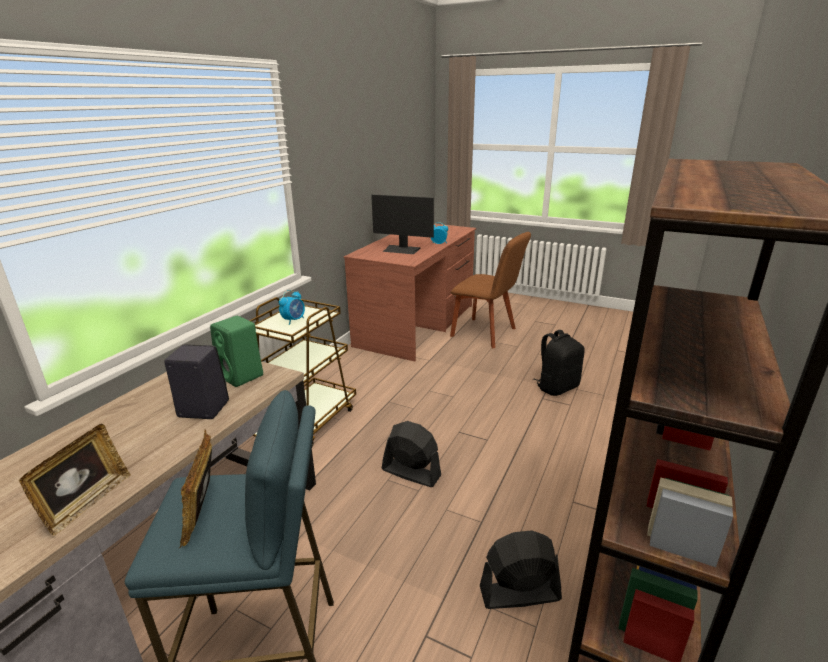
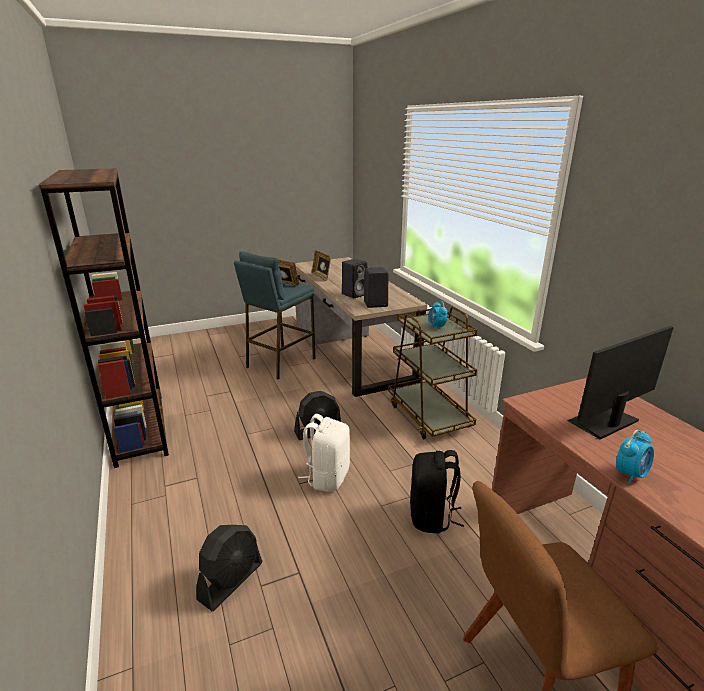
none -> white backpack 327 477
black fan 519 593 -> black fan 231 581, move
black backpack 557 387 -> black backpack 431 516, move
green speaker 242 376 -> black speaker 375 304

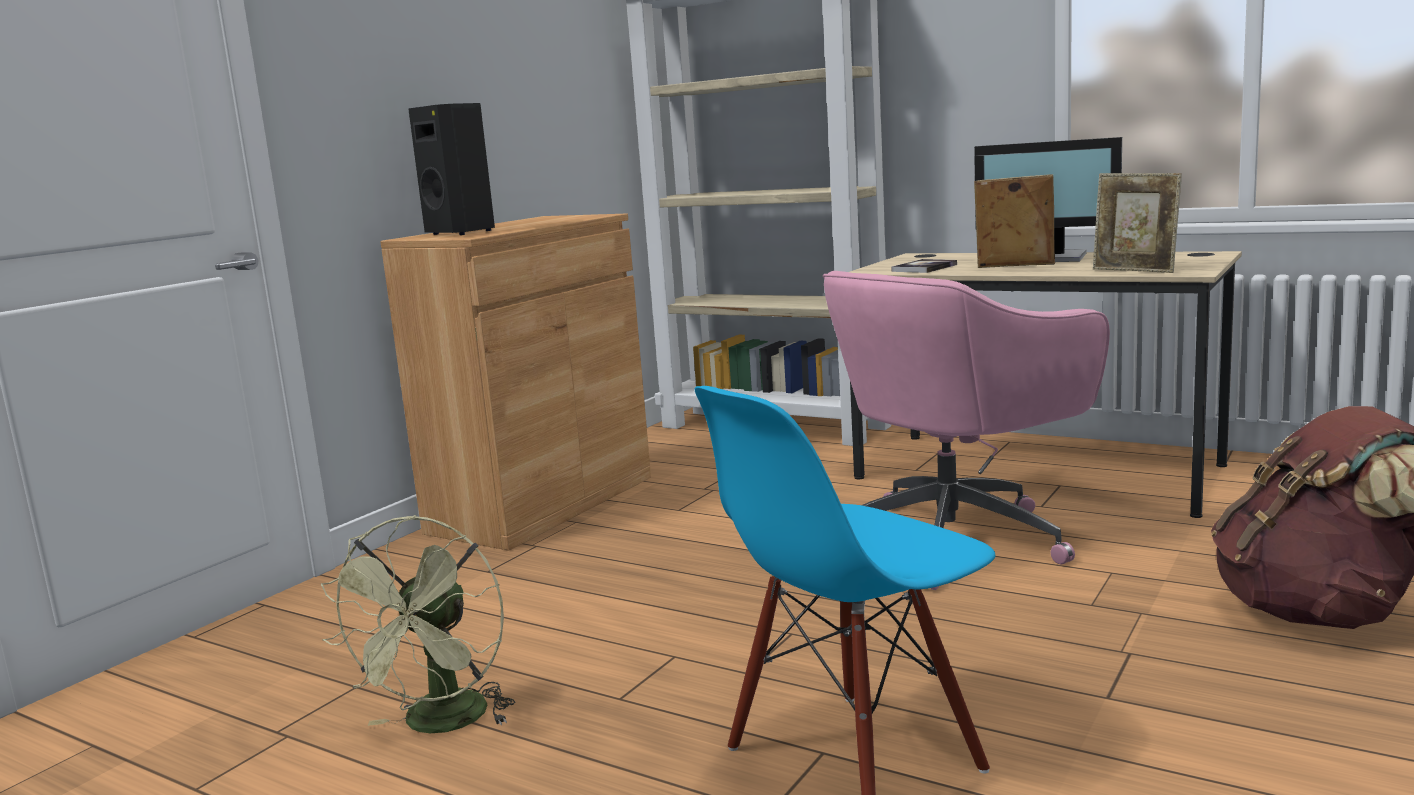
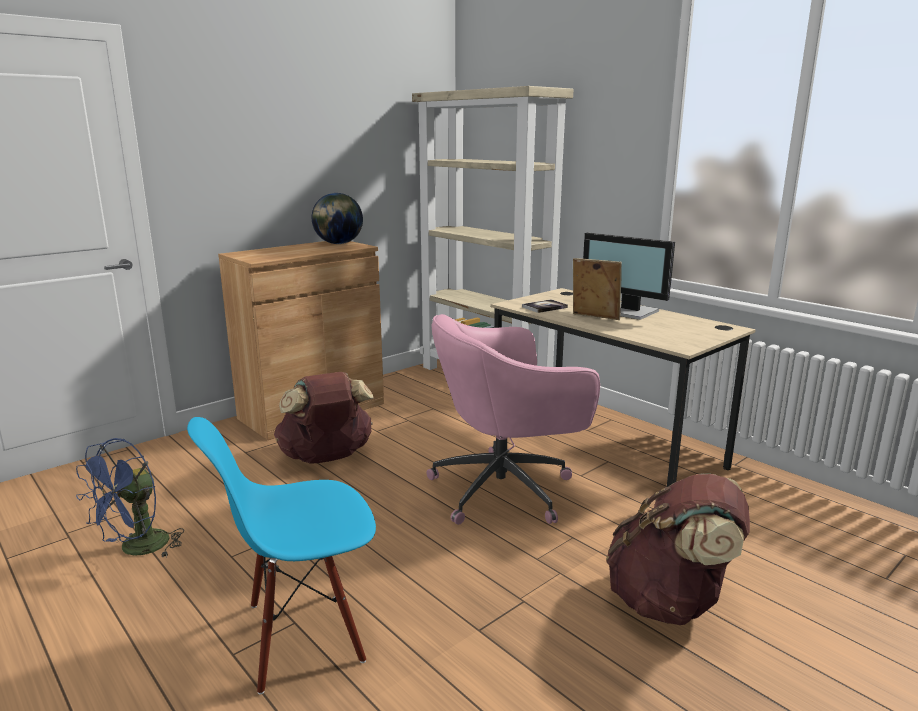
black speaker 463 232 -> none
picture frame 1134 271 -> none
none -> brown backpack 327 458
none -> globe 338 244
green fan 440 725 -> blue fan 137 549

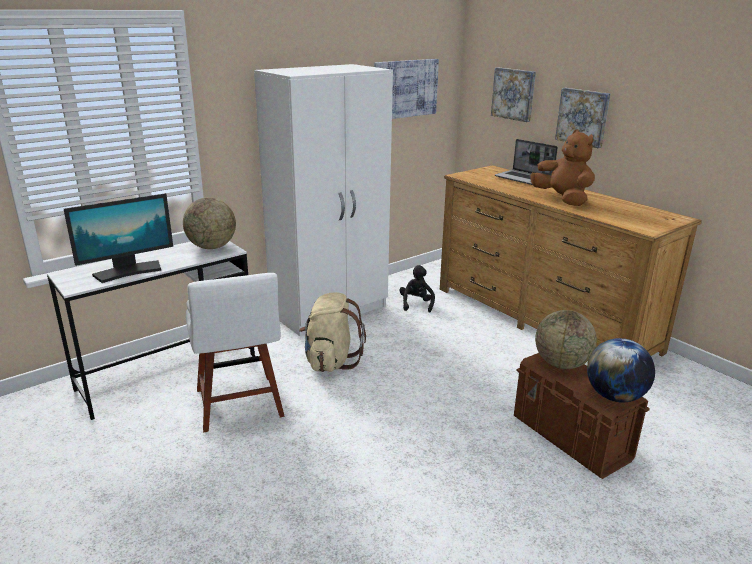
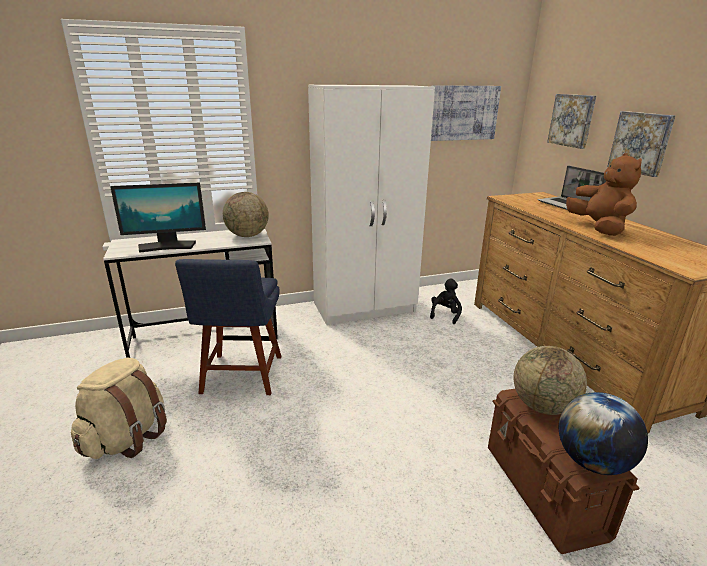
beige backpack 330 361 -> beige backpack 127 438, move
white chair 240 406 -> blue chair 241 377

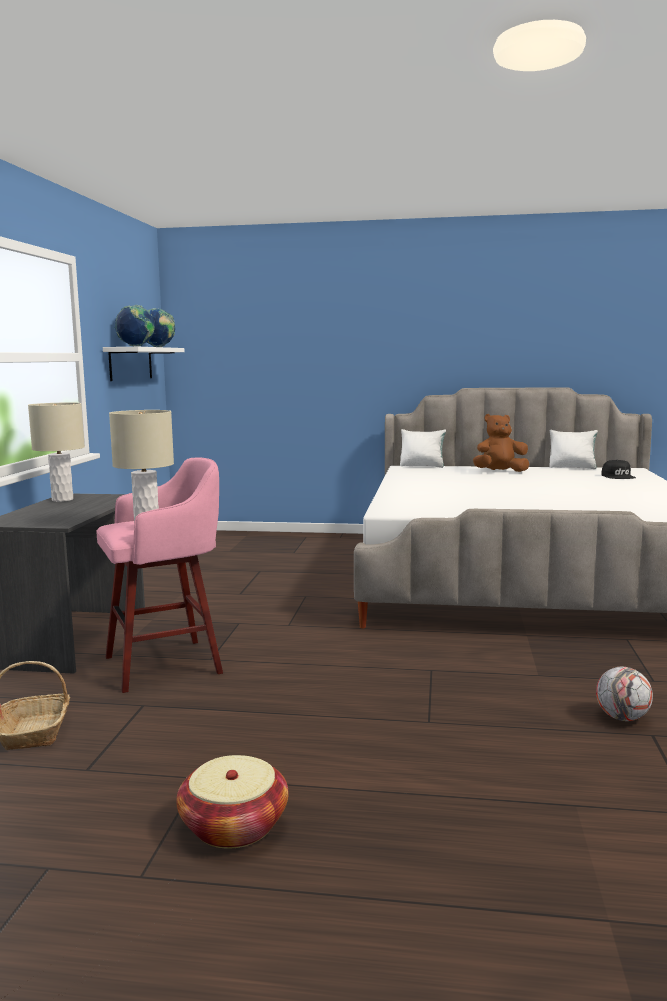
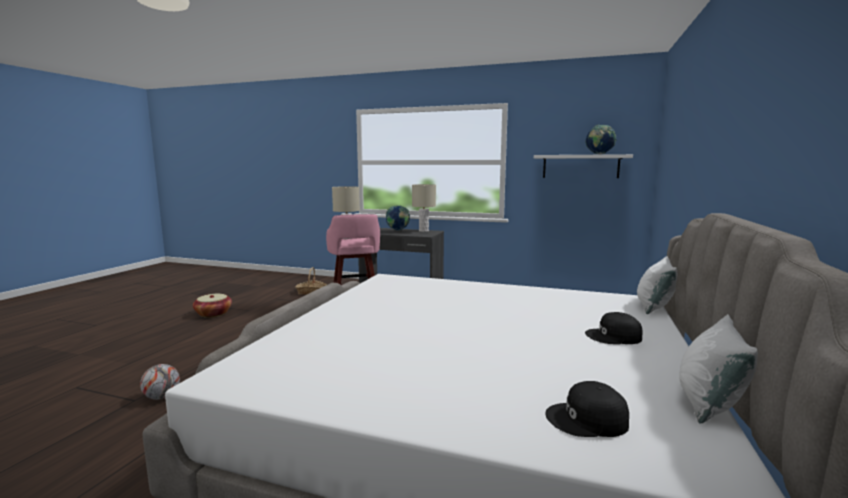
globe 136 346 -> globe 398 230, move
brown plush toy 500 472 -> black cap 614 336

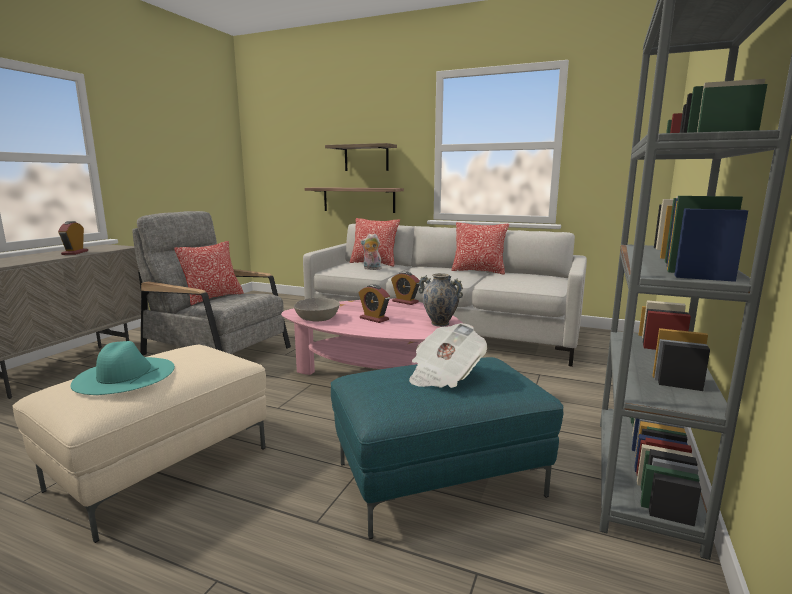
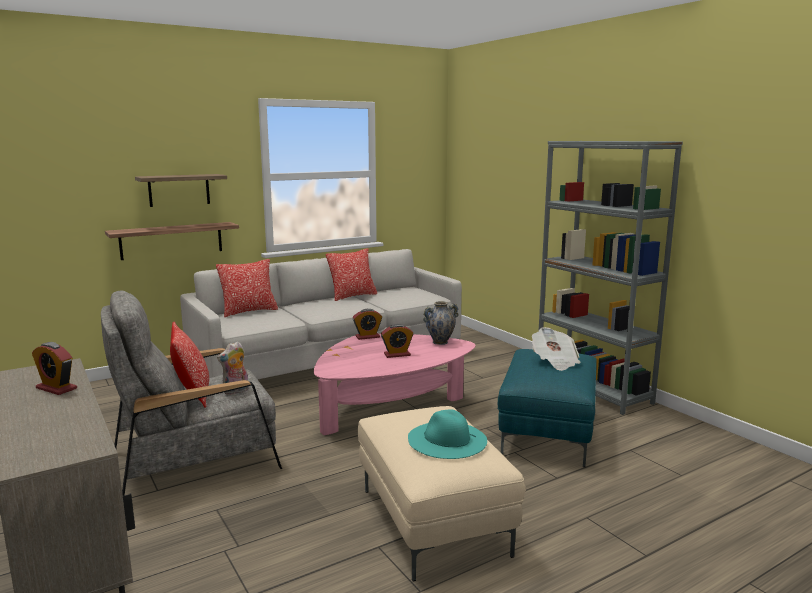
grey bowl 317 318 -> none
plush toy 371 269 -> plush toy 236 391, move

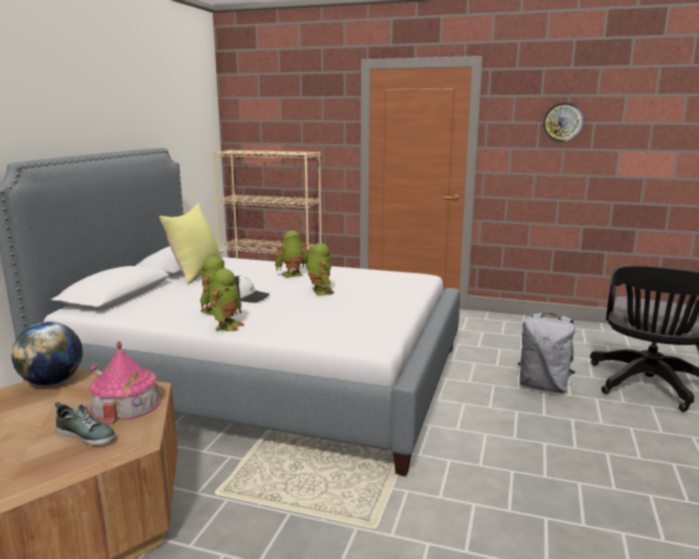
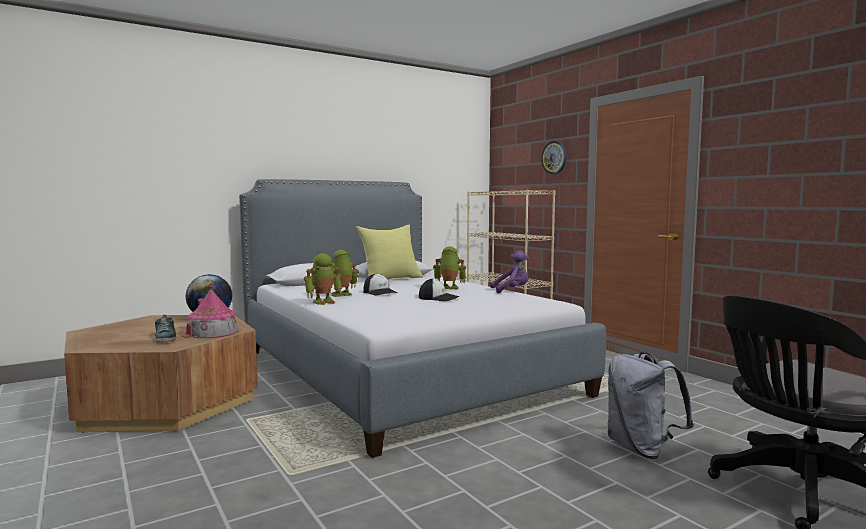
none -> purple plush toy 511 291
wall clock 562 122 -> wall clock 554 157, move
toy robot 320 292 -> cap 439 298

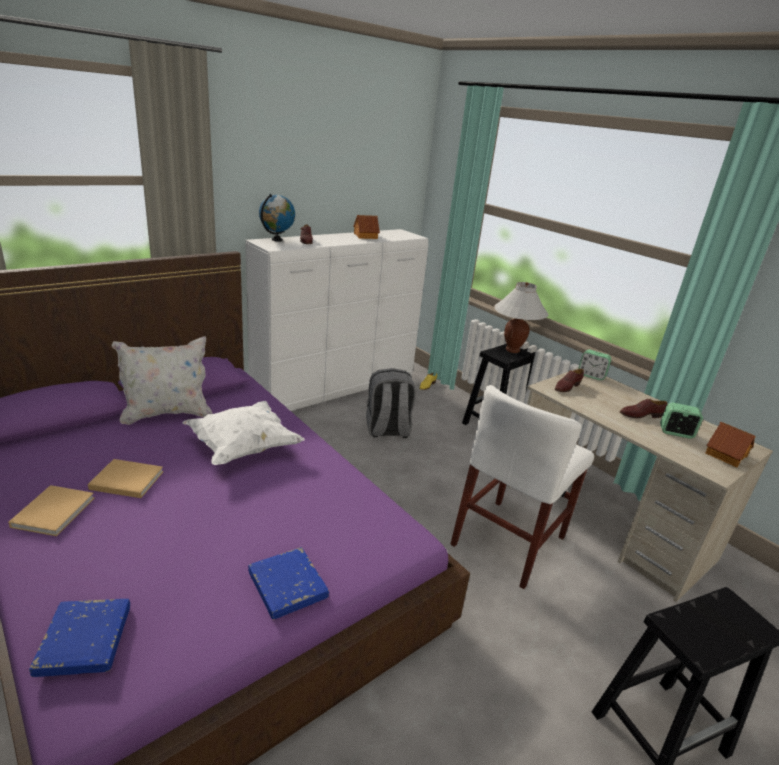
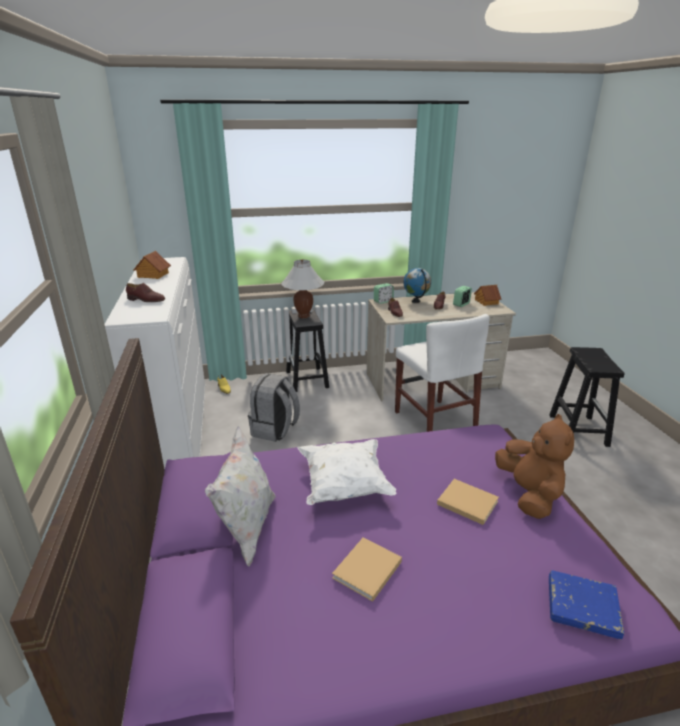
beige book 55 511 -> beige book 465 502, move
globe 277 240 -> globe 416 301, move
blue book 287 585 -> brown plush toy 529 494

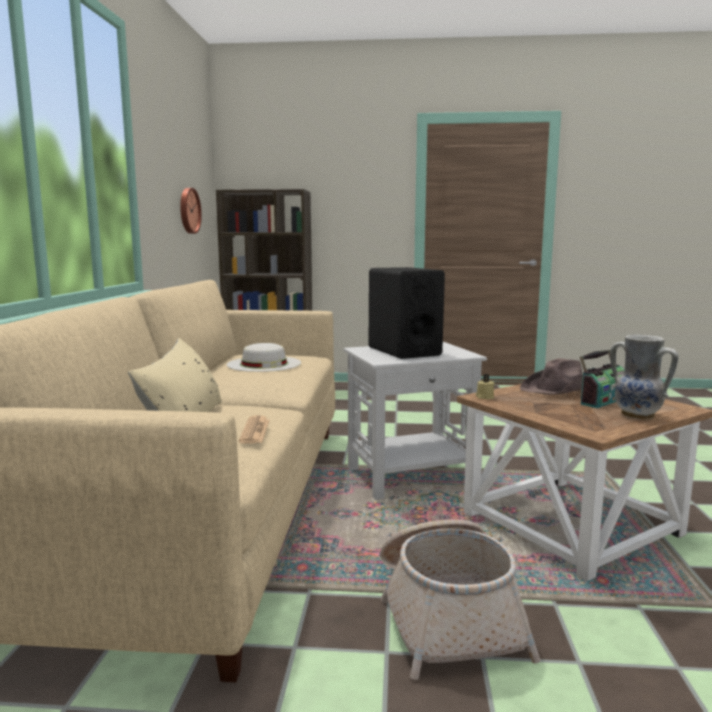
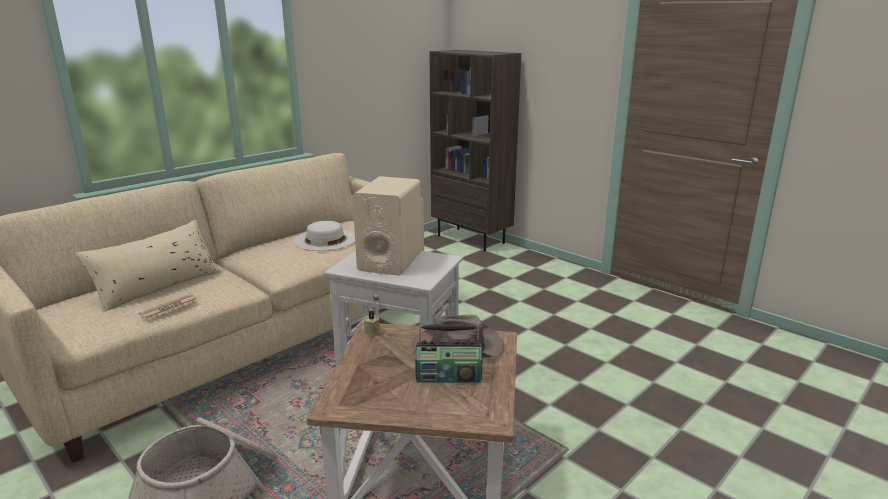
wall clock 188 210 -> none
vase 637 415 -> none
black speaker 403 351 -> beige speaker 390 261

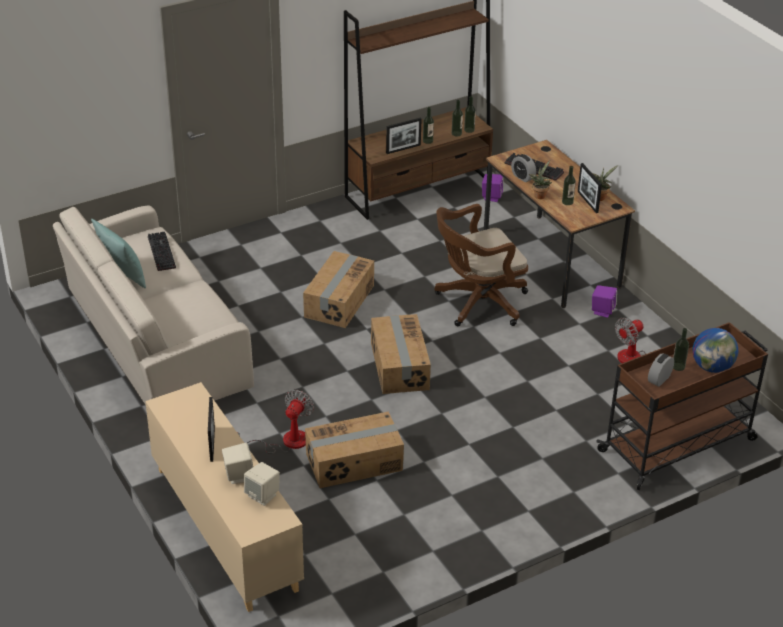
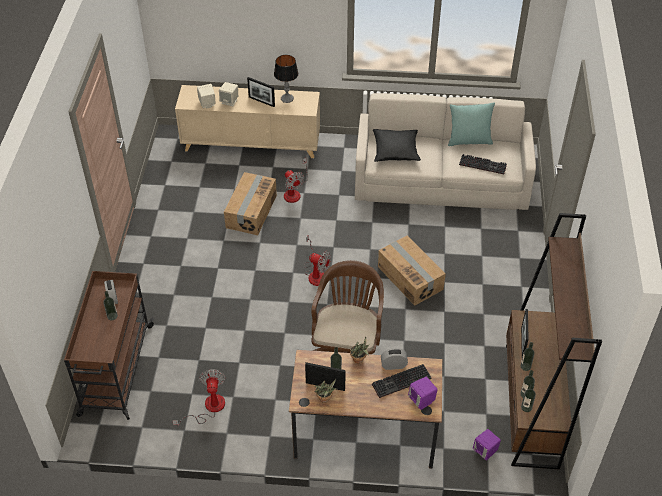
globe 712 367 -> none
none -> table lamp 287 98
none -> black pillow 395 151
purple speaker 602 311 -> purple speaker 422 400, move
cardboard box 399 366 -> fan 316 273

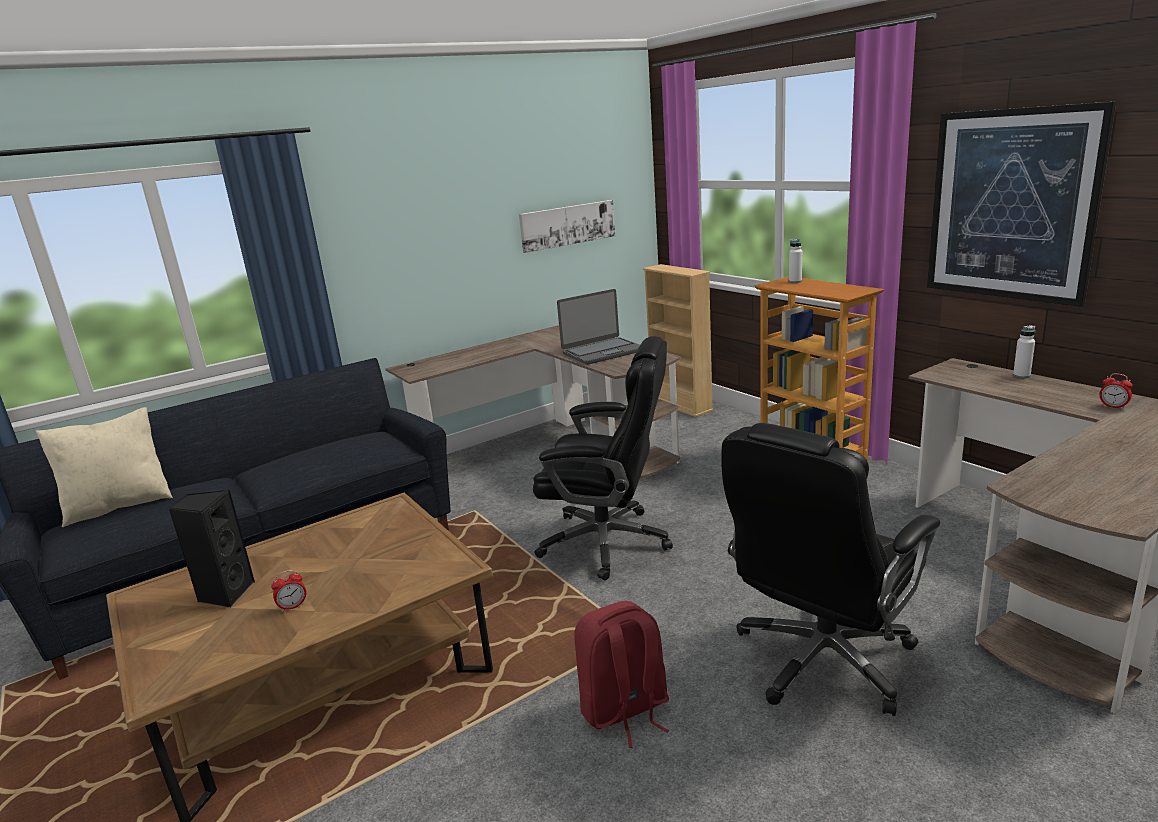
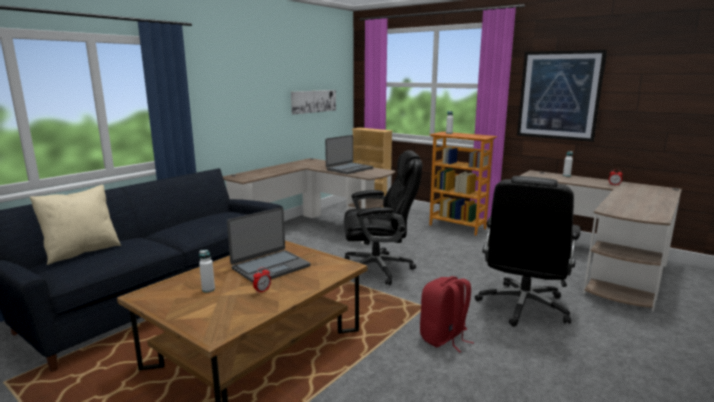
none -> laptop 270 267
black speaker 225 593 -> white bottle 208 289

